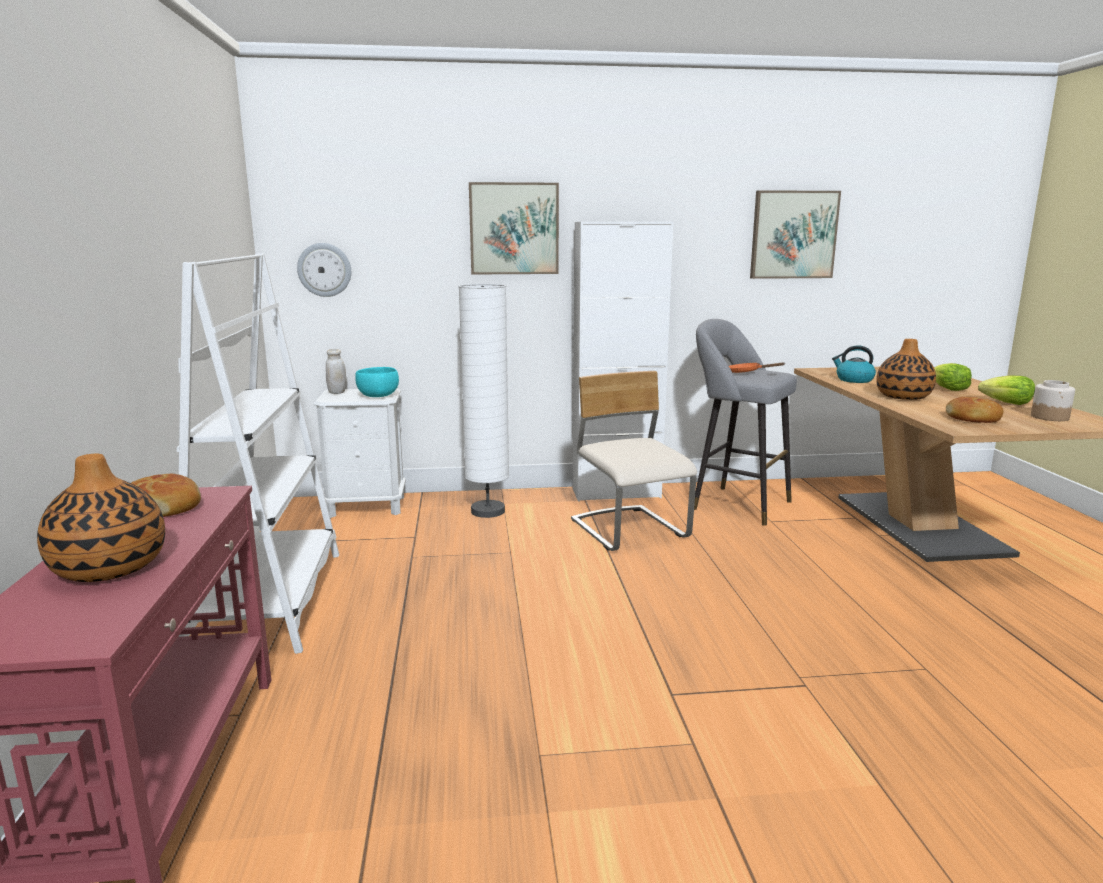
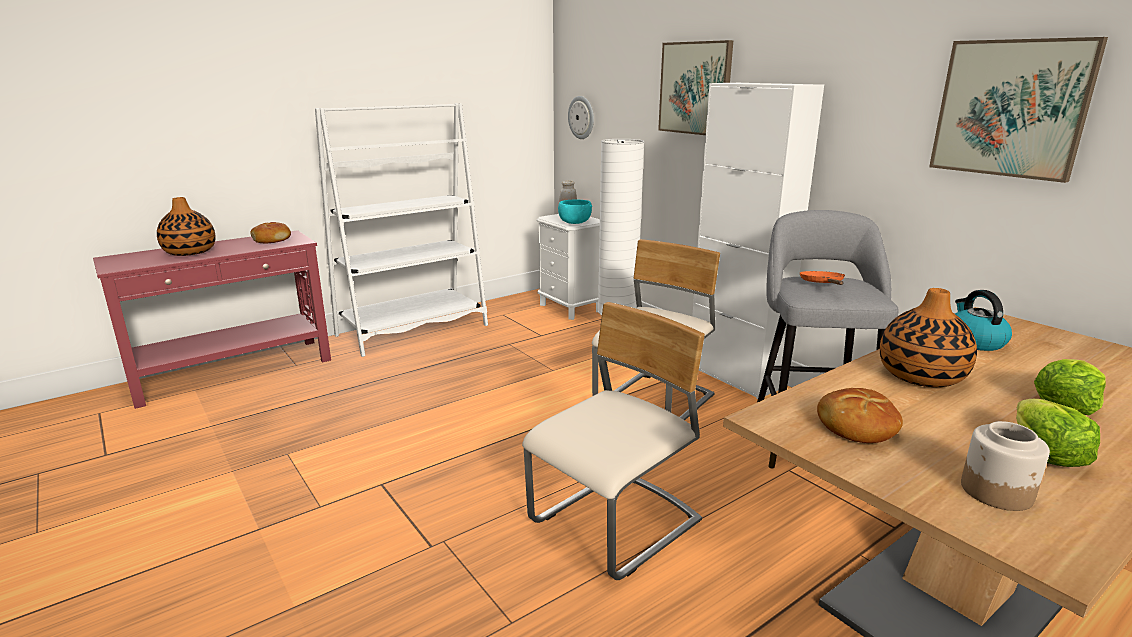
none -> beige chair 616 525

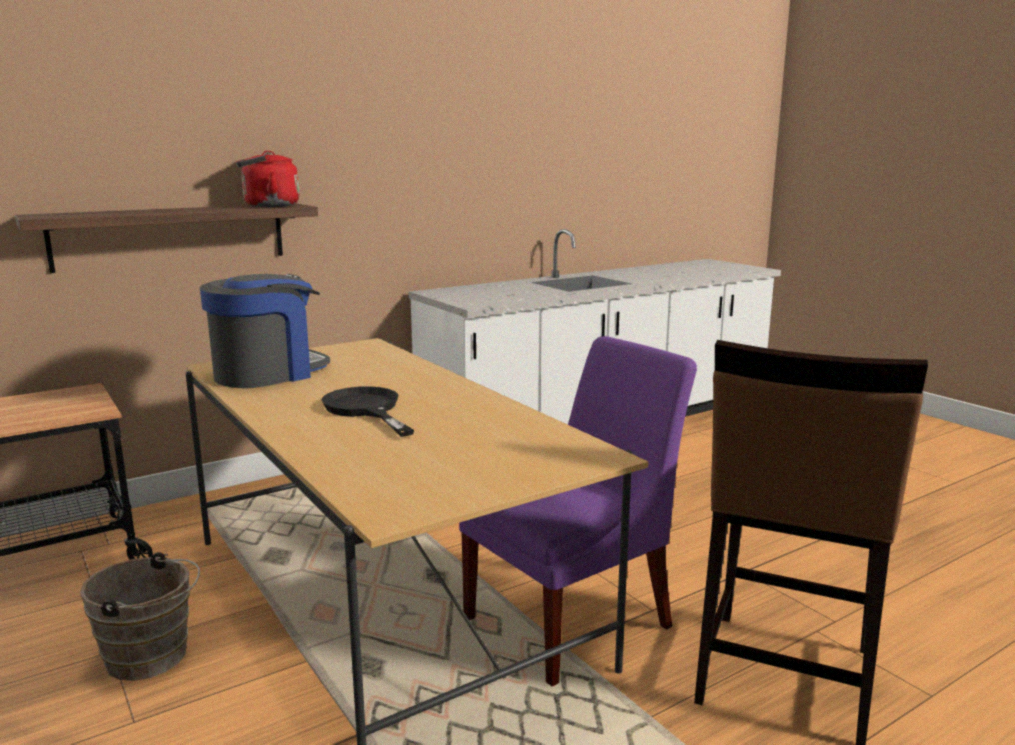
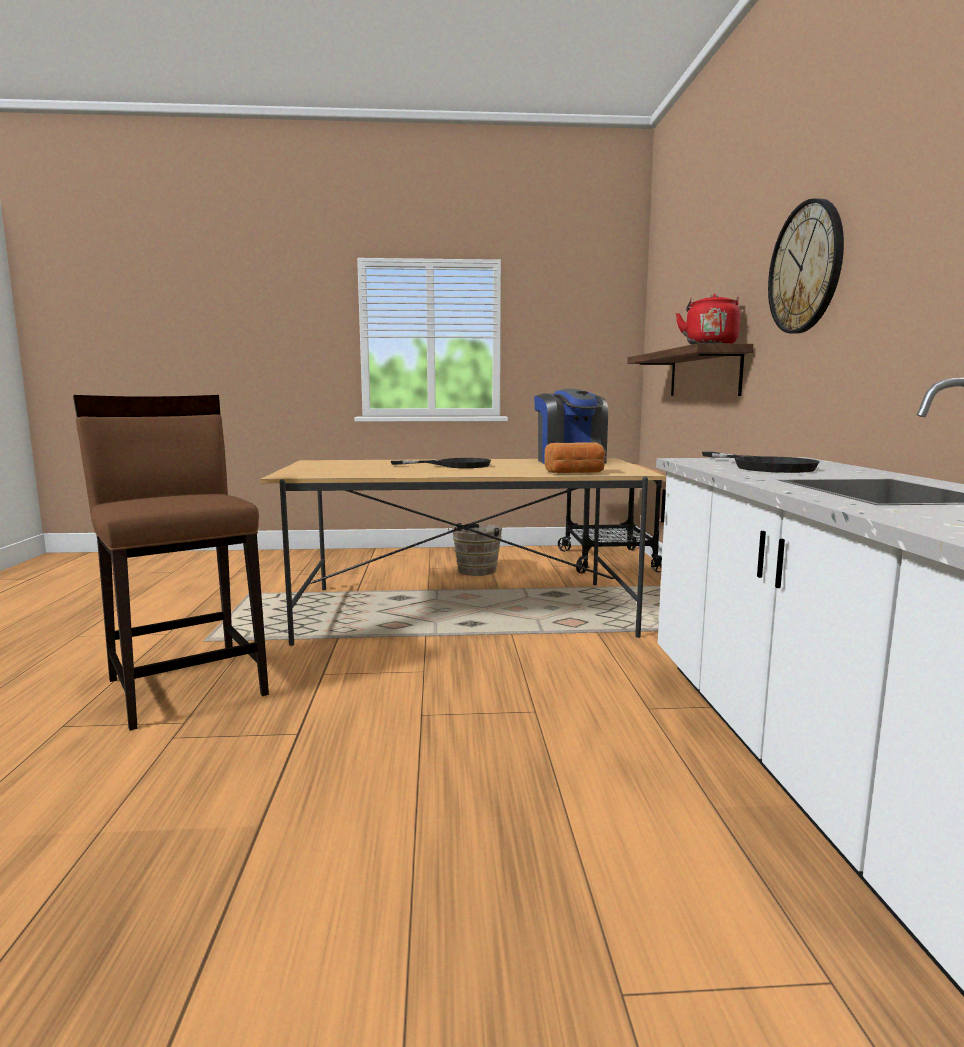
purple chair 575 619 -> none
none -> bread 575 473
none -> black frying pan 764 467
none -> wall clock 805 268

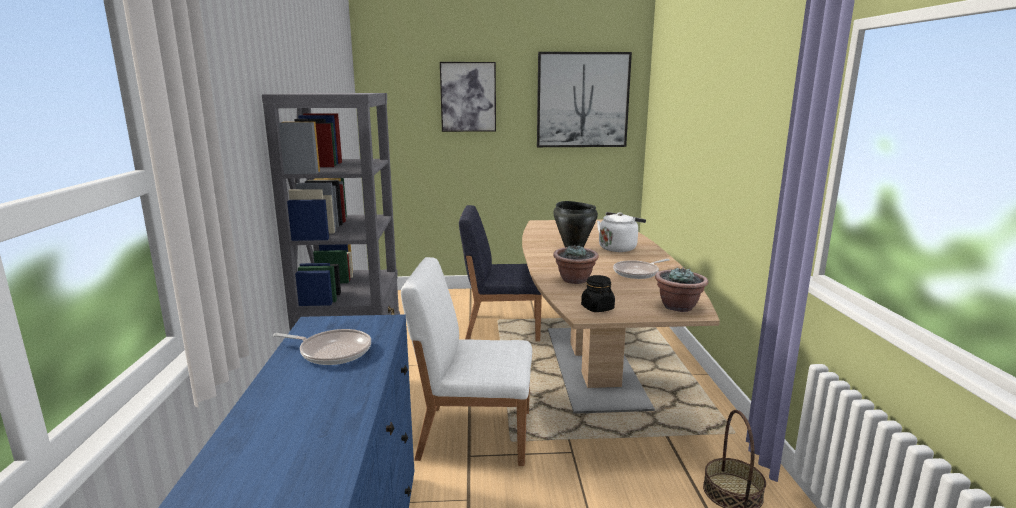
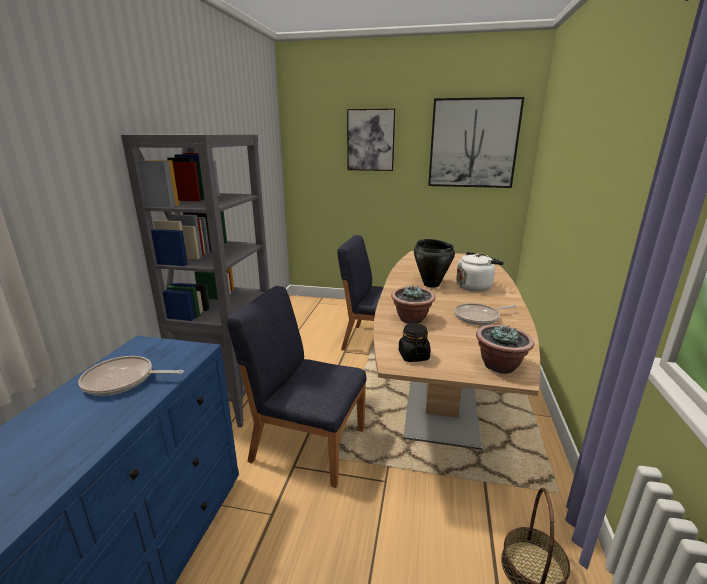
white chair 473 434 -> blue chair 307 444
frying pan 332 351 -> frying pan 123 380, 150 degrees clockwise

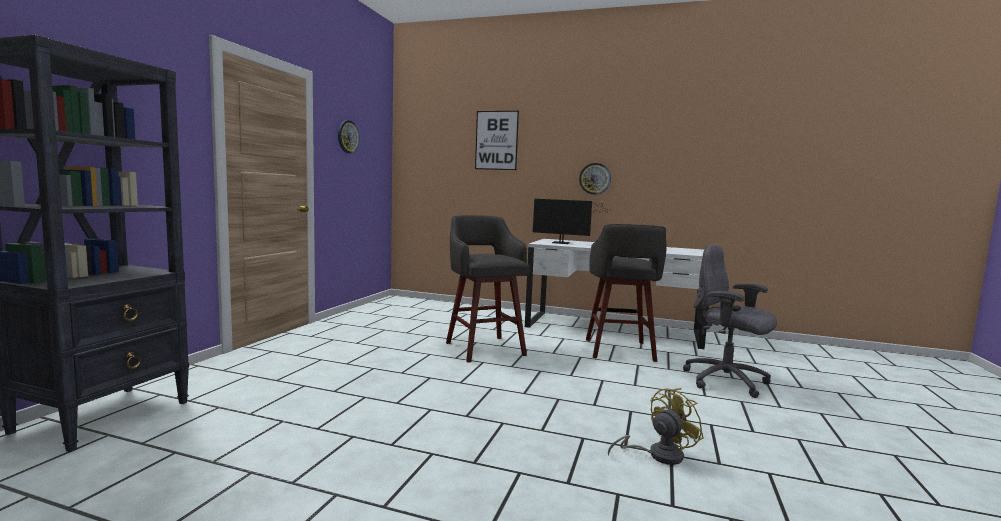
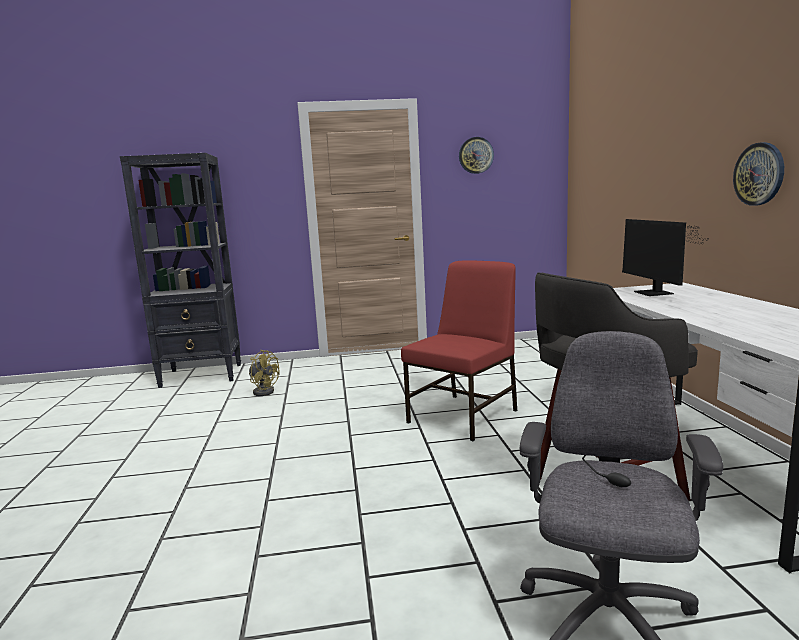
picture 496 140 -> none
yellow fan 658 455 -> yellow fan 264 391, move
grey stool 484 348 -> red chair 464 416

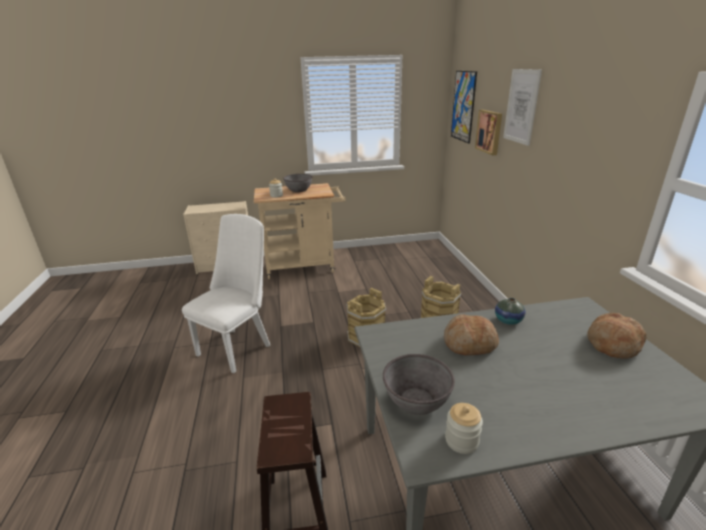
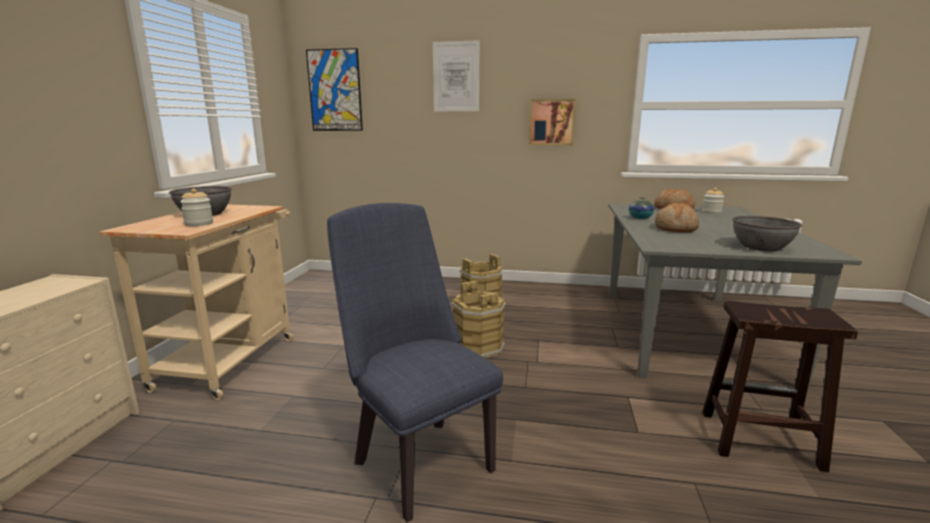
jar 461 440 -> jar 711 212, move
picture 489 131 -> picture 551 122, move
white chair 238 346 -> blue chair 417 459

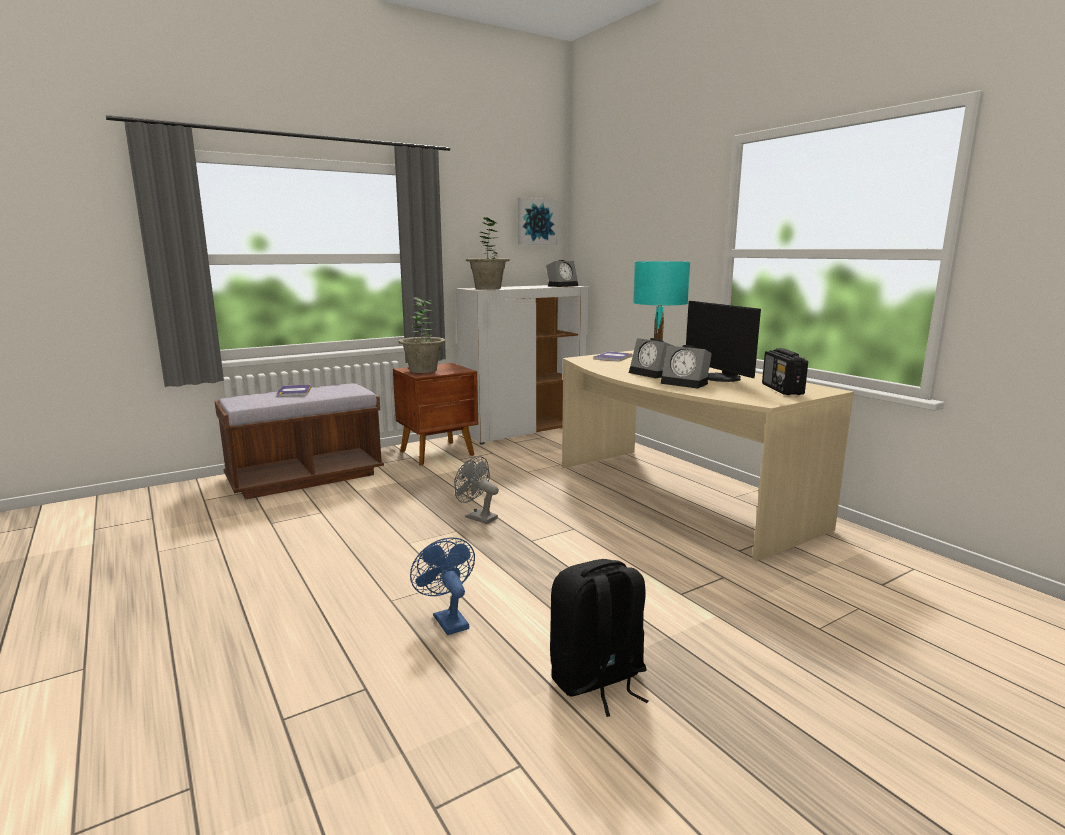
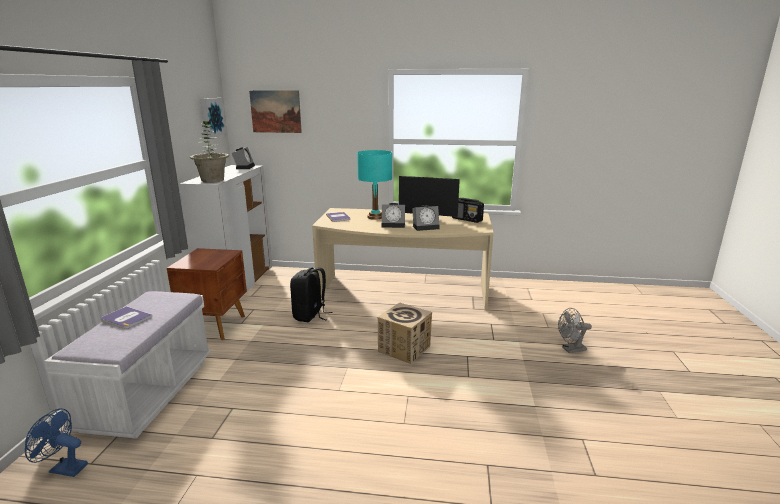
potted plant 423 370 -> none
none -> picture 275 111
none -> cardboard box 404 348
blue fan 447 619 -> blue fan 63 468, move
grey fan 477 517 -> grey fan 571 349, move
black backpack 597 680 -> black backpack 310 315, move
brown bench 305 478 -> white bench 148 394

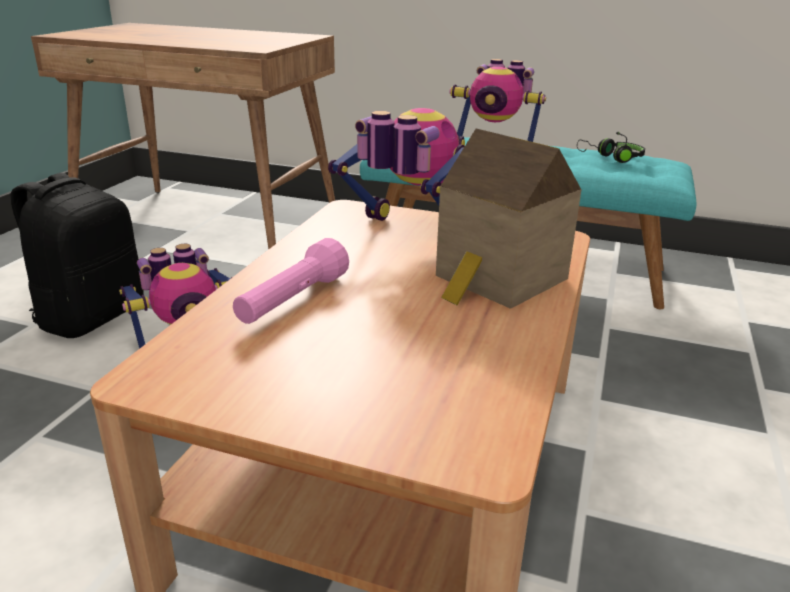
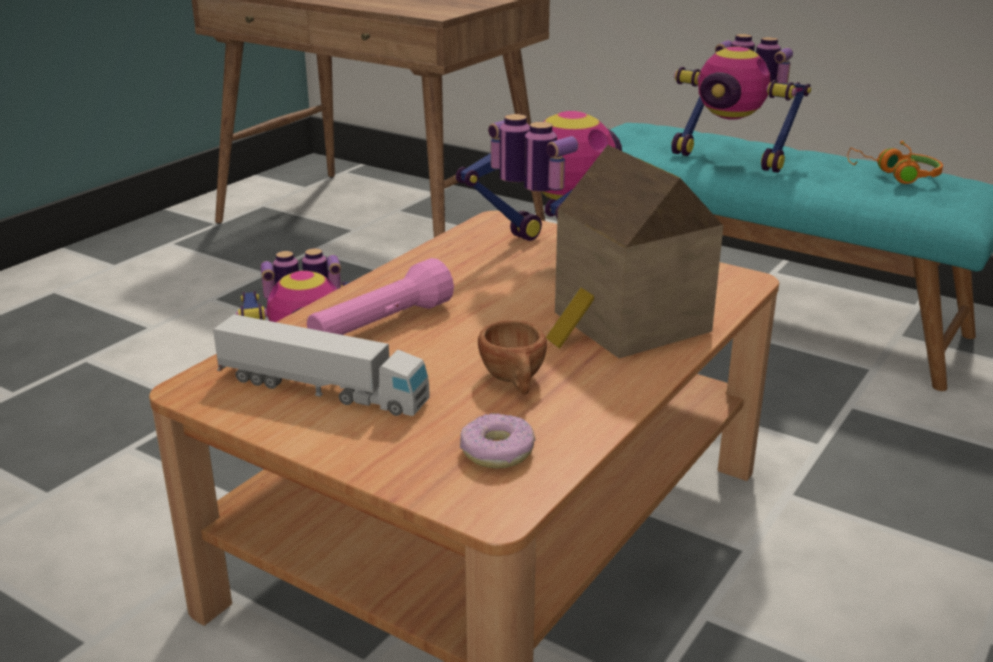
black backpack 91 316 -> none
none -> toy truck 321 389
none -> donut 497 451
none -> brown cup 515 381
black headphones 612 158 -> orange headphones 896 176

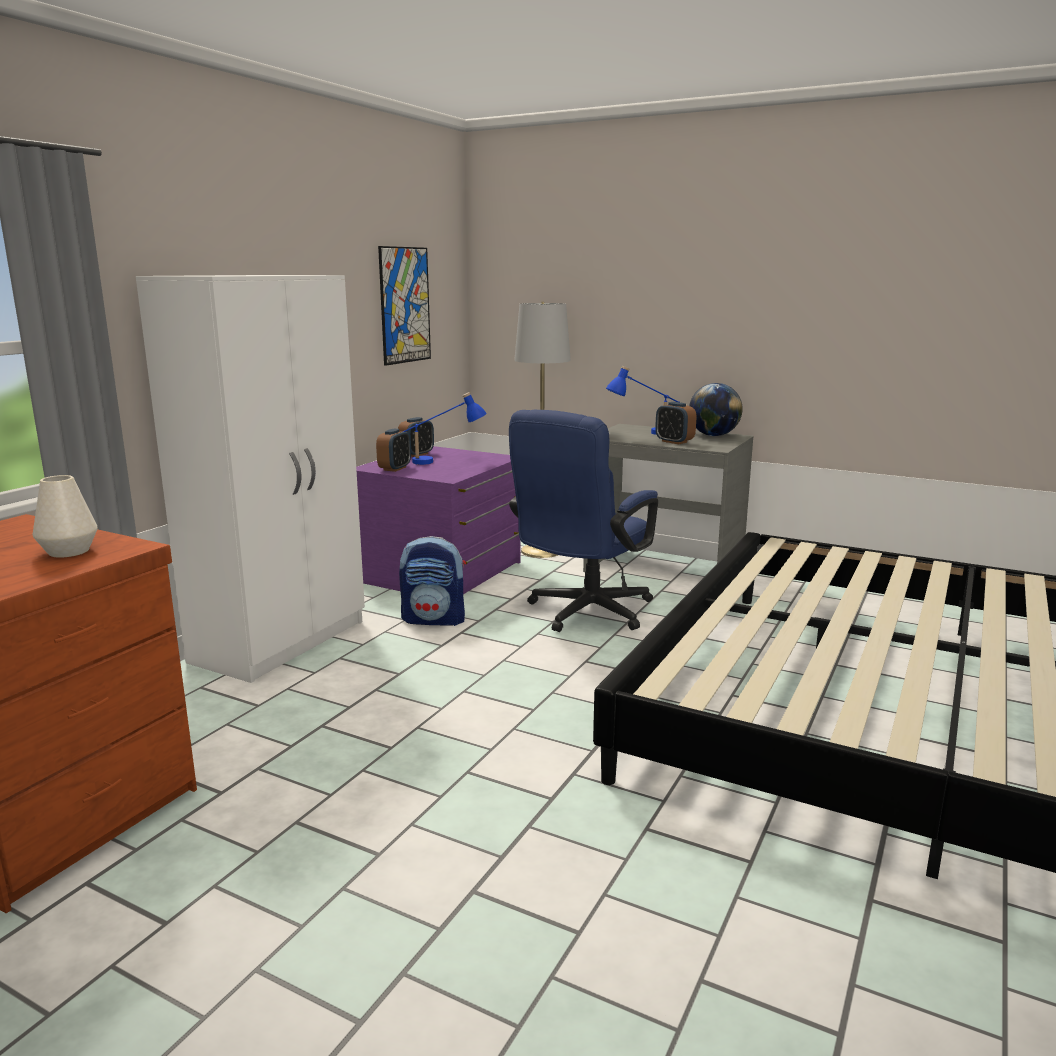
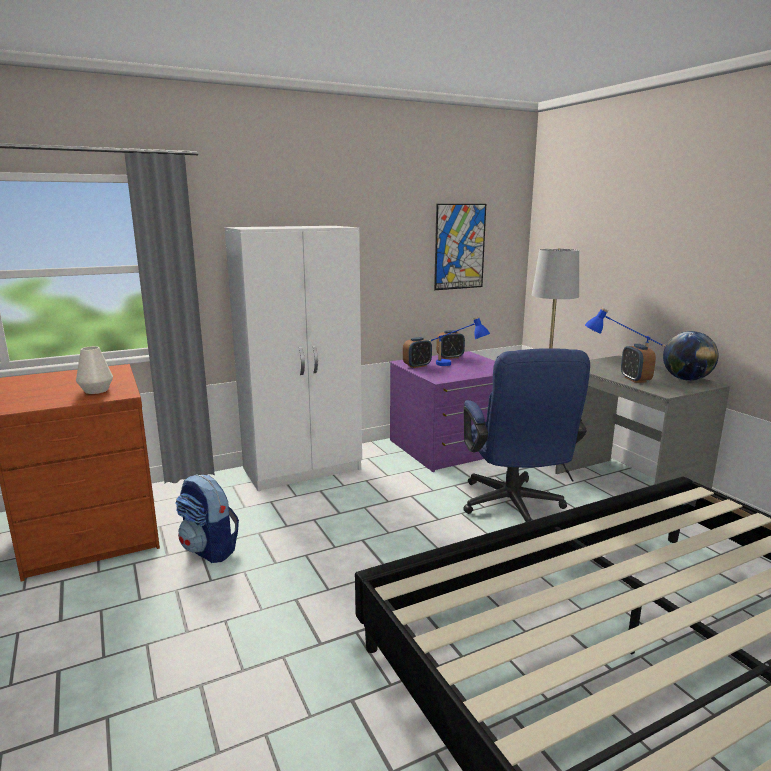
backpack 435 619 -> backpack 210 550, move
blue office chair 583 614 -> blue office chair 514 508, 75 degrees counterclockwise

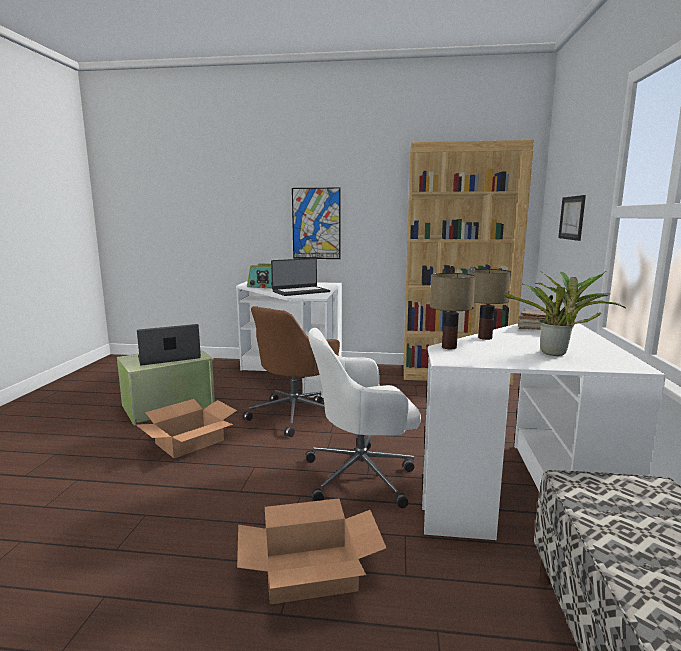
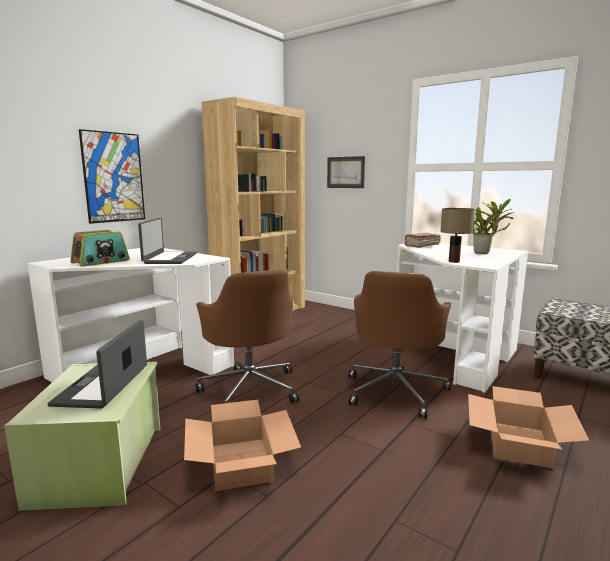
table lamp 484 338 -> none
white office chair 362 475 -> brown office chair 395 390

